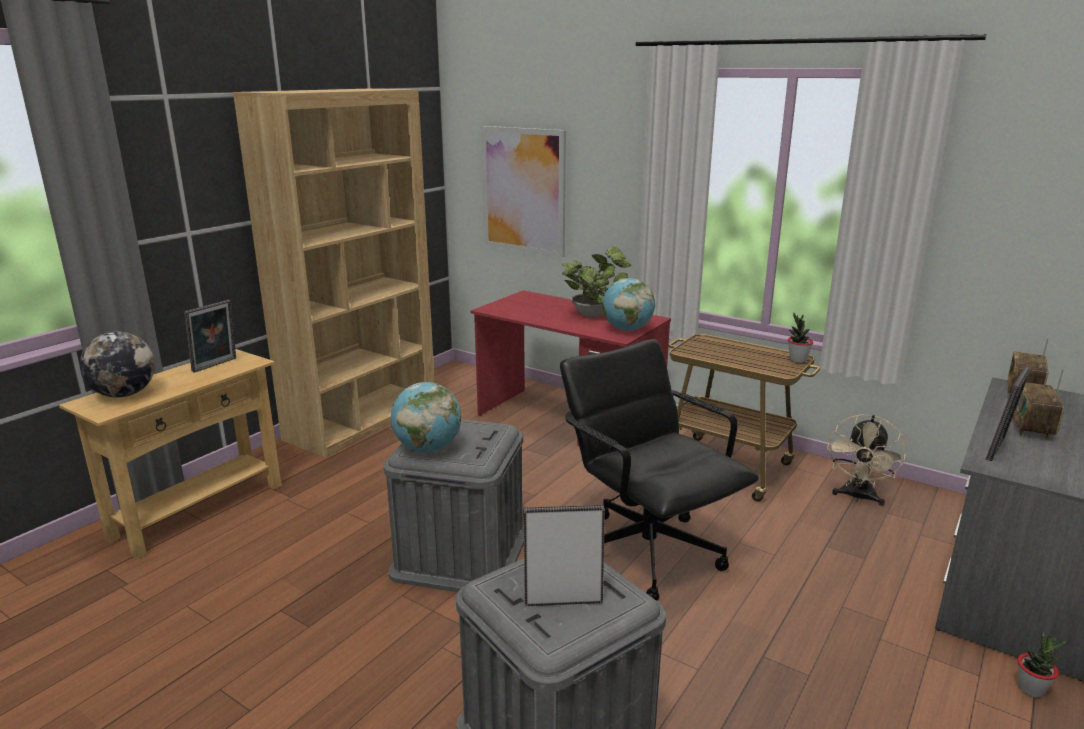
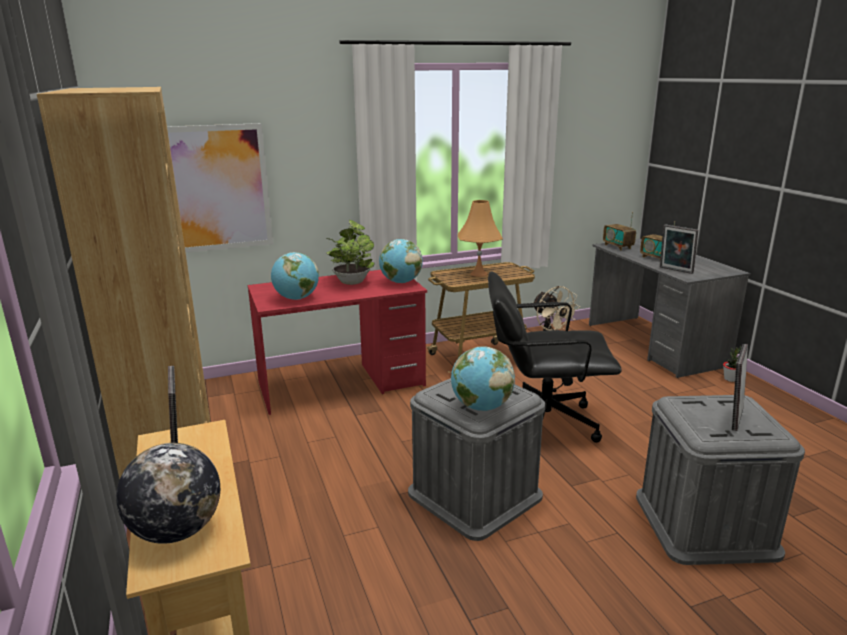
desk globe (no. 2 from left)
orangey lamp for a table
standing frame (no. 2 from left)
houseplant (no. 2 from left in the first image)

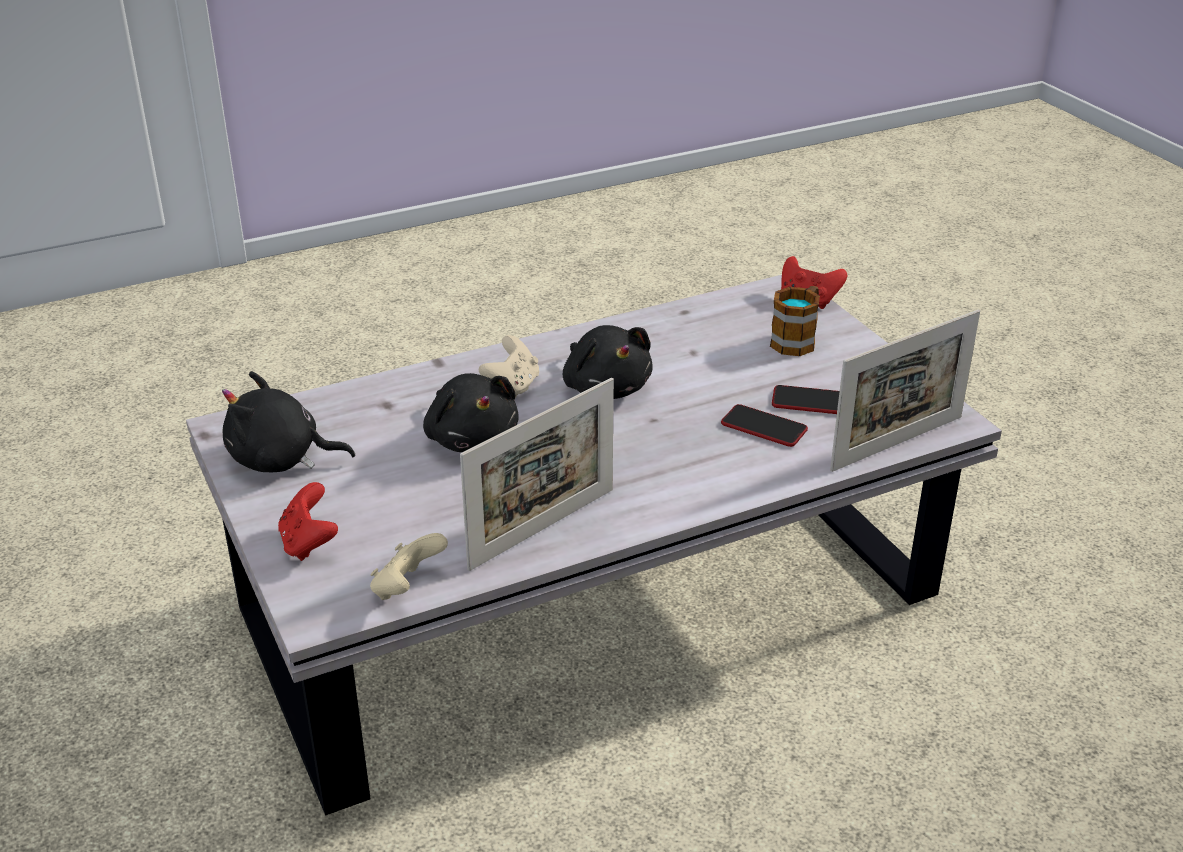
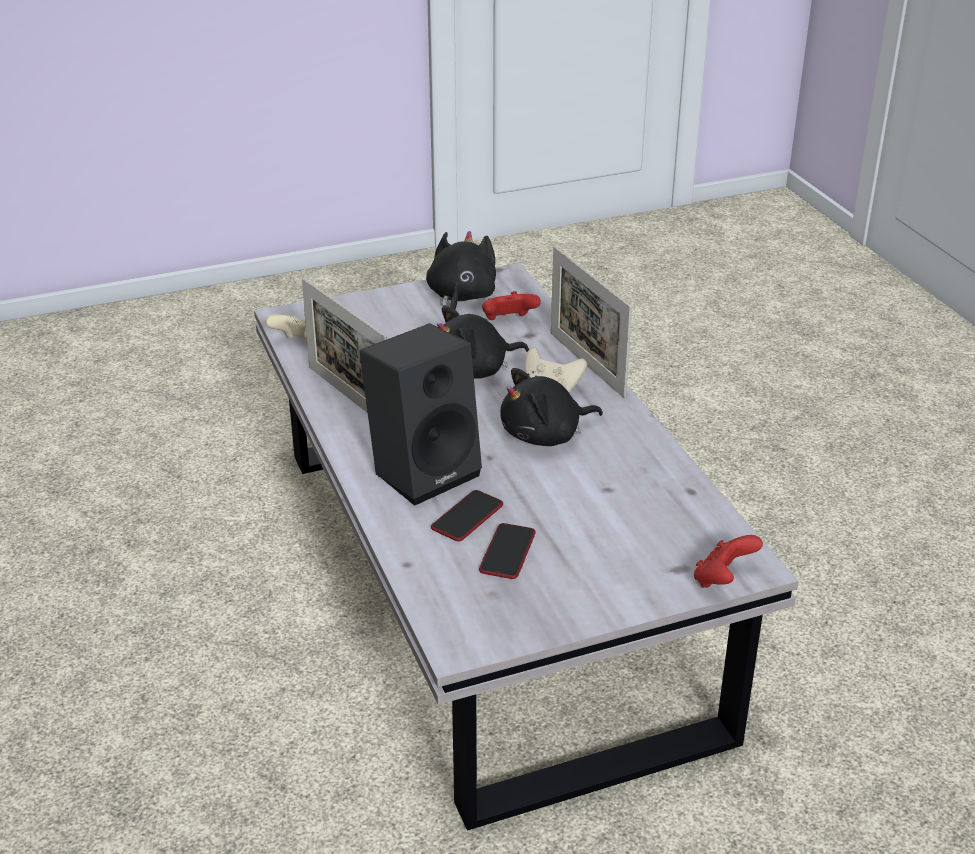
black audio speaker
red-coloured game controller (no. 1 from left)
standing frame (no. 2 from left)
mug

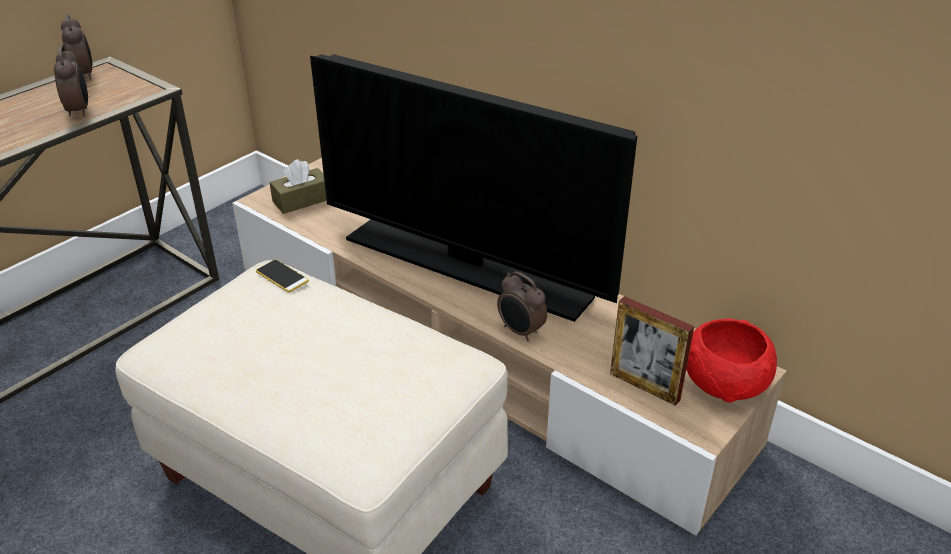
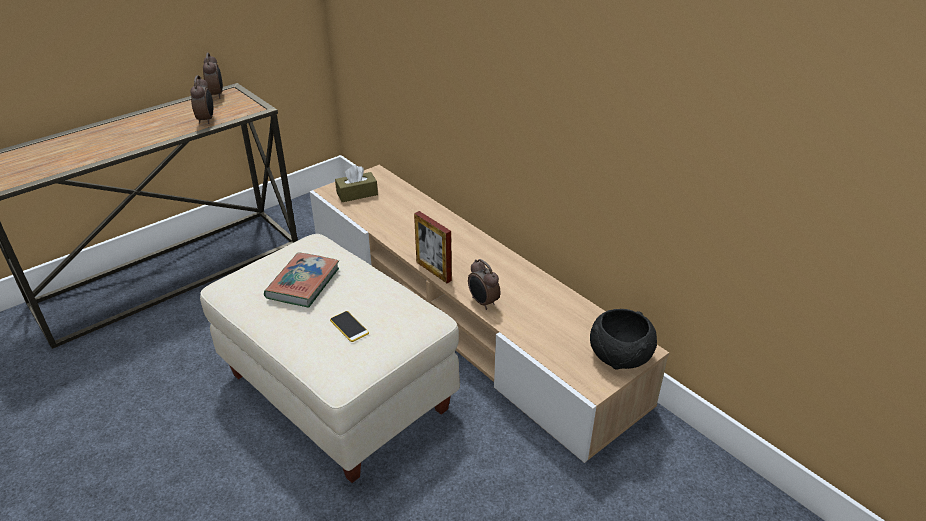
book
telephone
standing frame
black bowl
TV

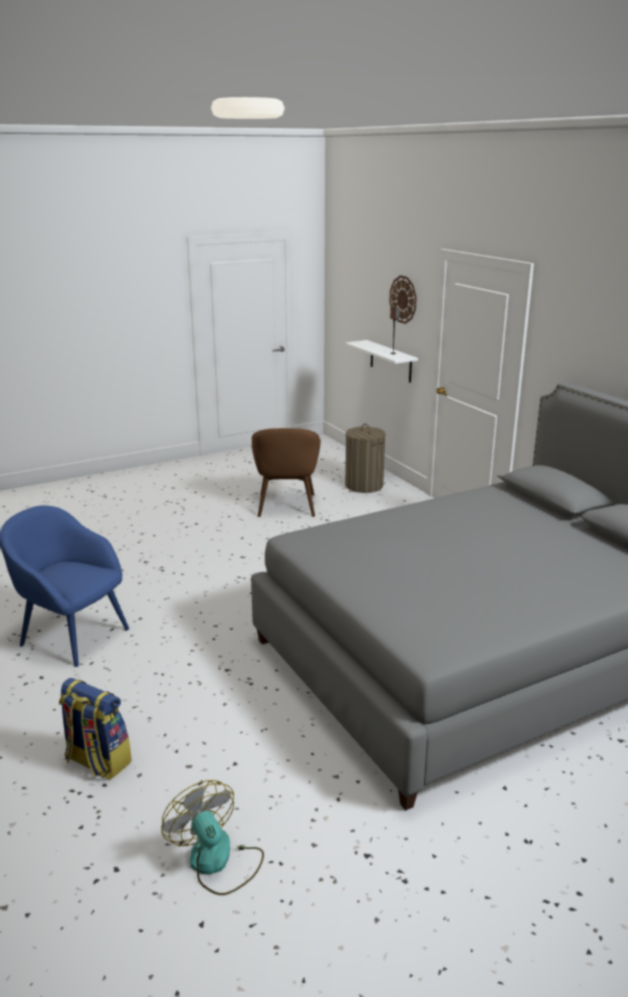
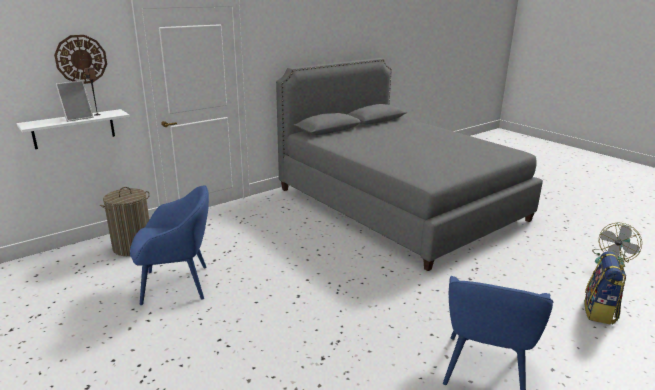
standing frame
bluish armchair (no. 1 from left)

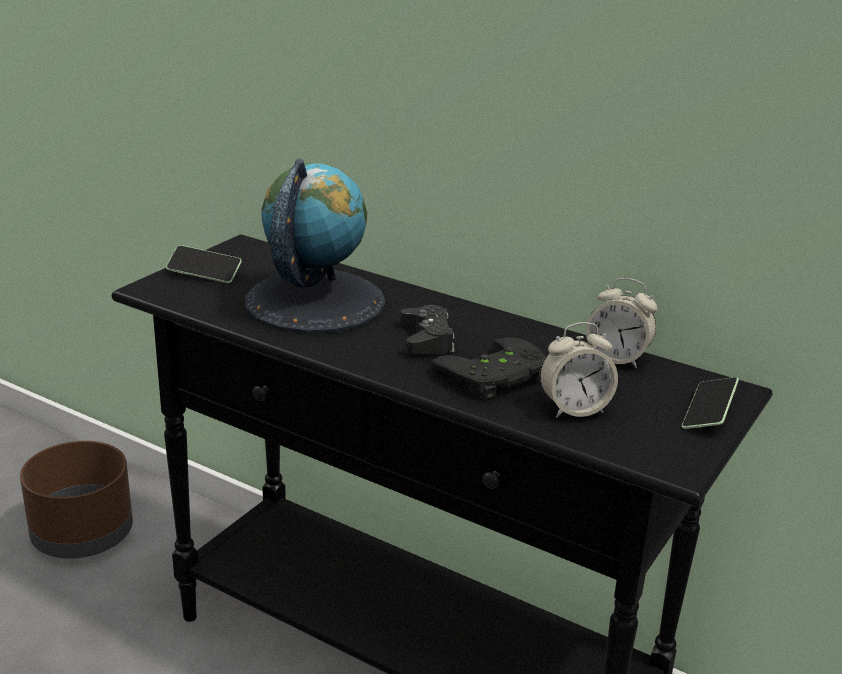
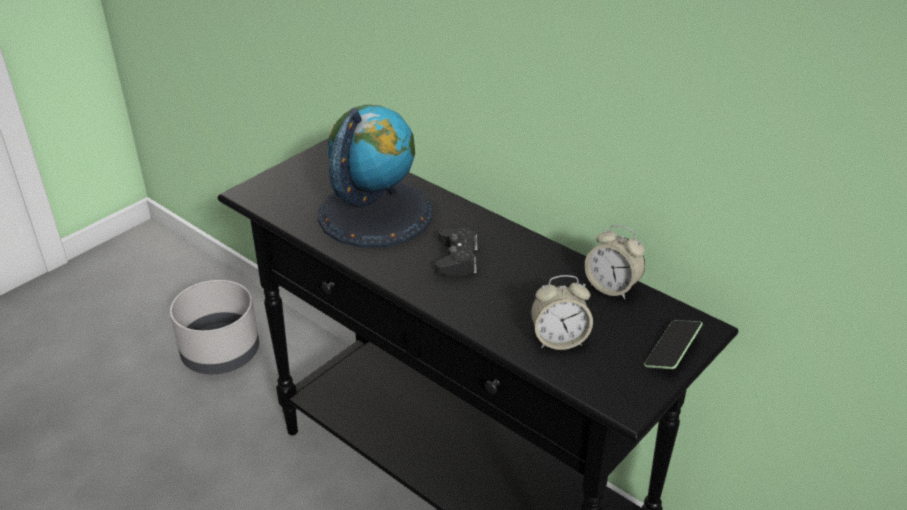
gray plant pot
telephone (no. 1 from left in the first image)
black game controller (no. 2 from left in the first image)

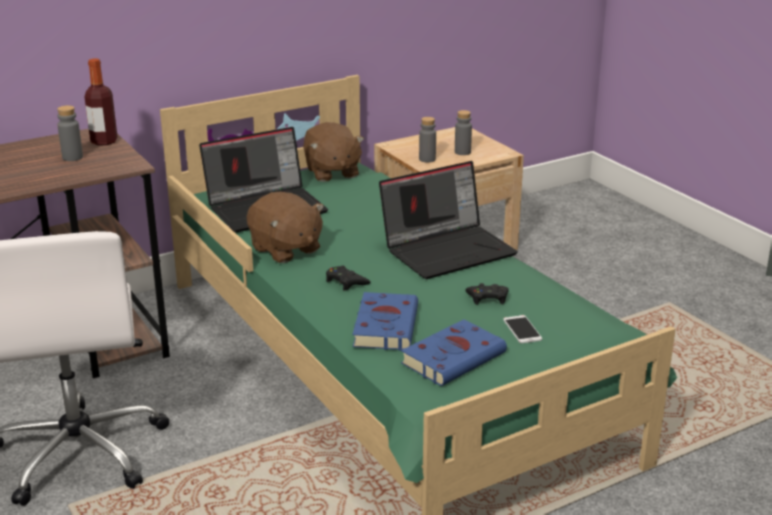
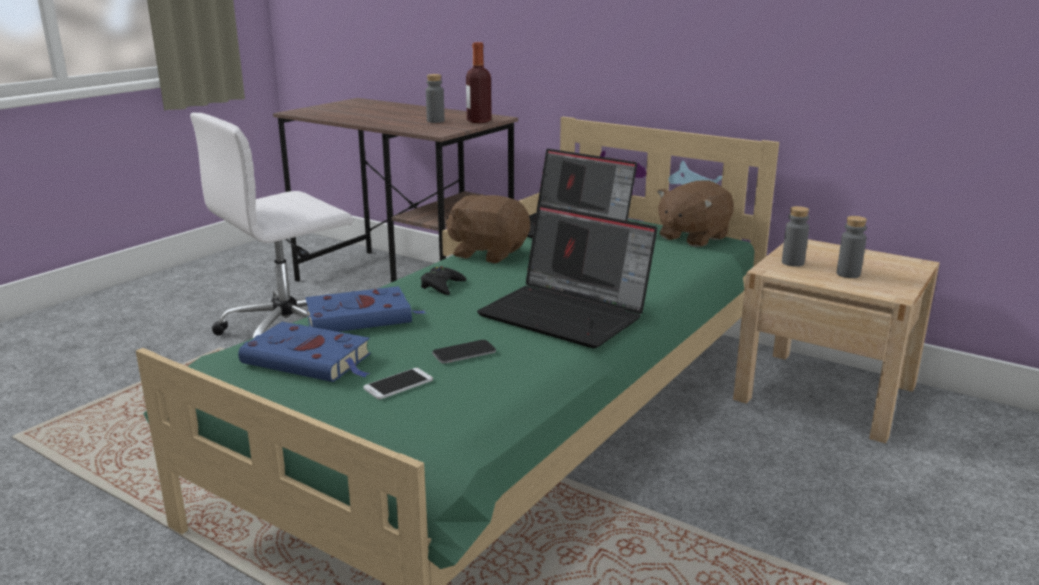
telephone (no. 2 from left)
brown plush toy (no. 1 from left)

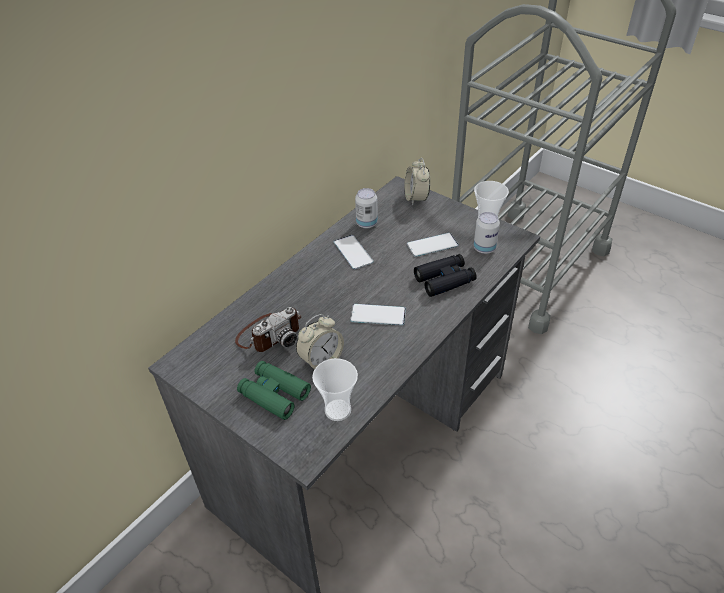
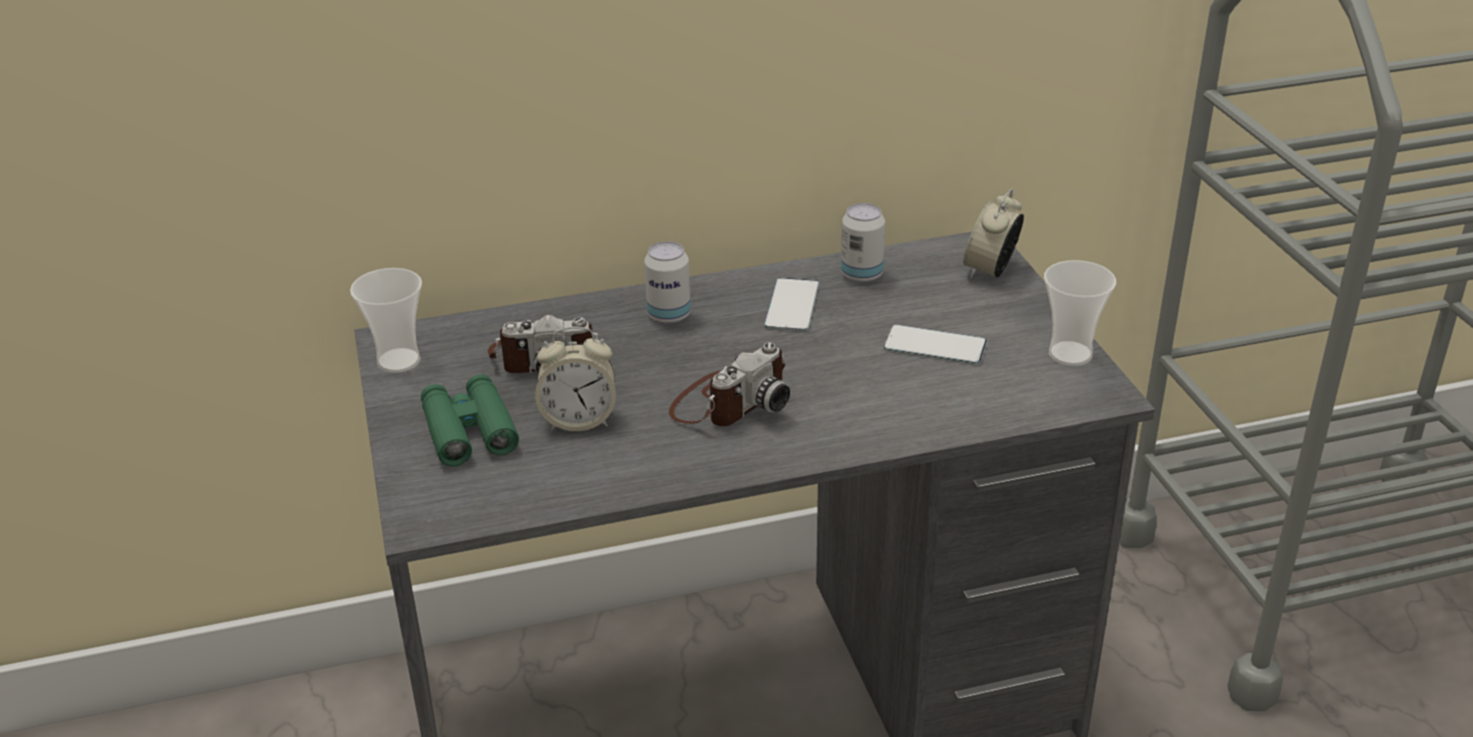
cup (no. 1 from left)
metal can (no. 1 from left)
still camera (no. 2 from left)
black binoculars

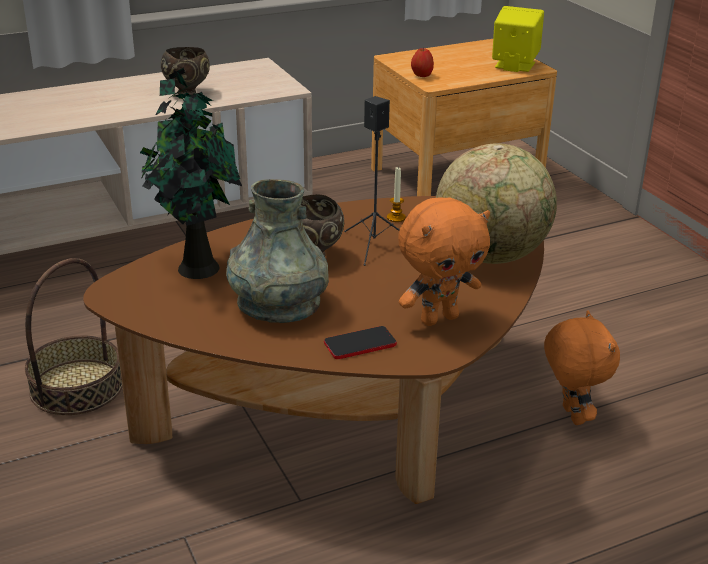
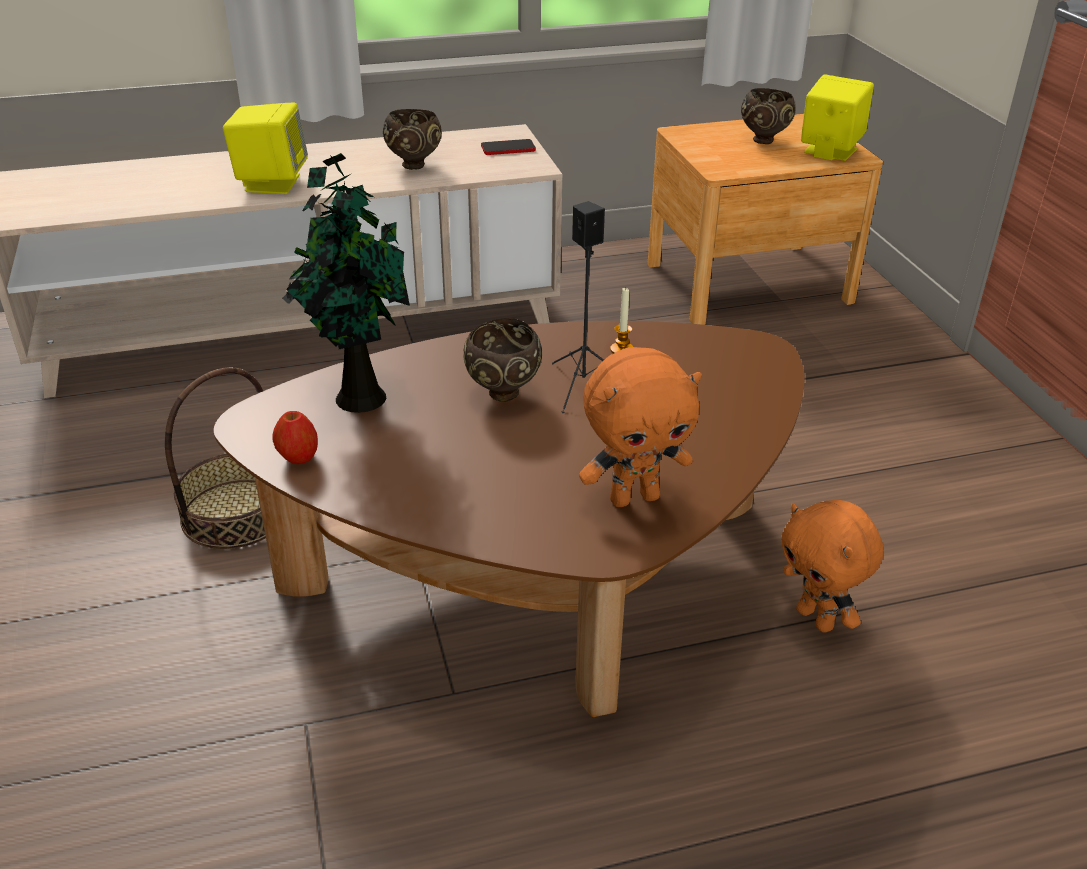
yellowish audio speaker (no. 1 from left)
apple
telephone
brown bowl (no. 3 from left)
orangey plush toy (no. 2 from left)
gray vase
desk globe

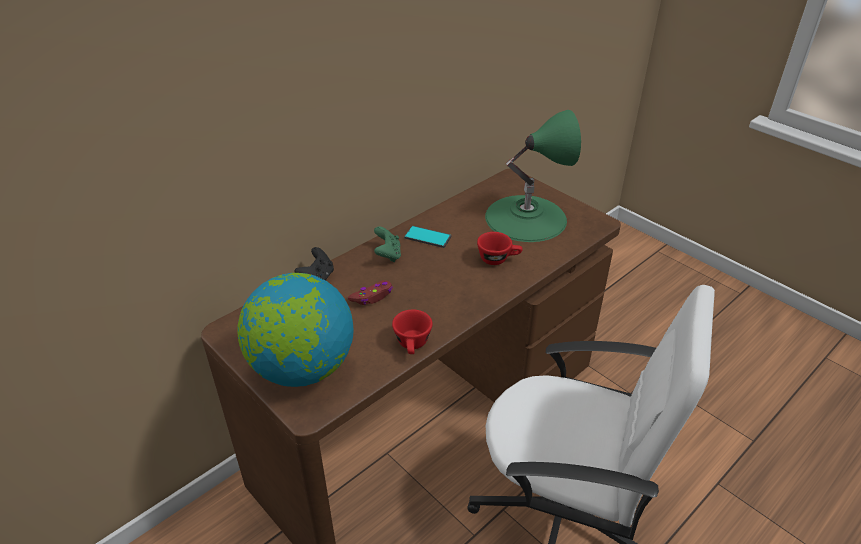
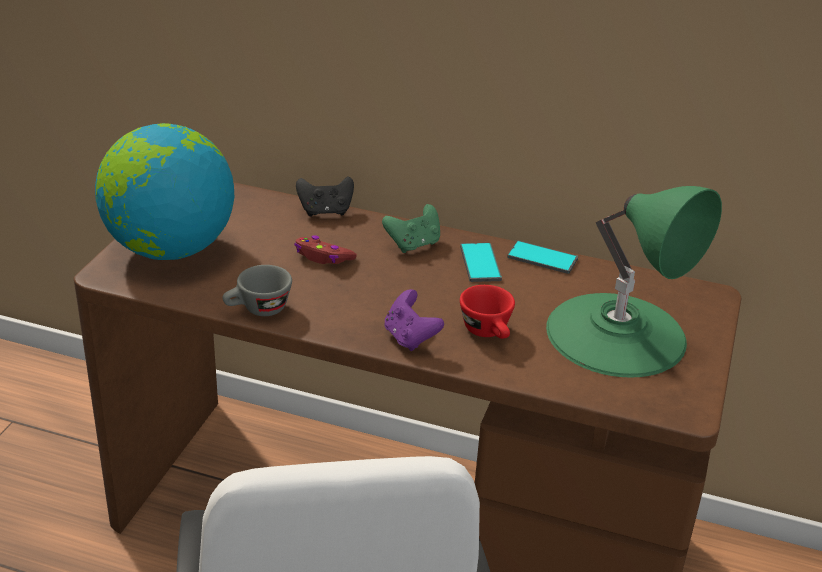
gray cup
purple game controller
telephone (no. 2 from left)

